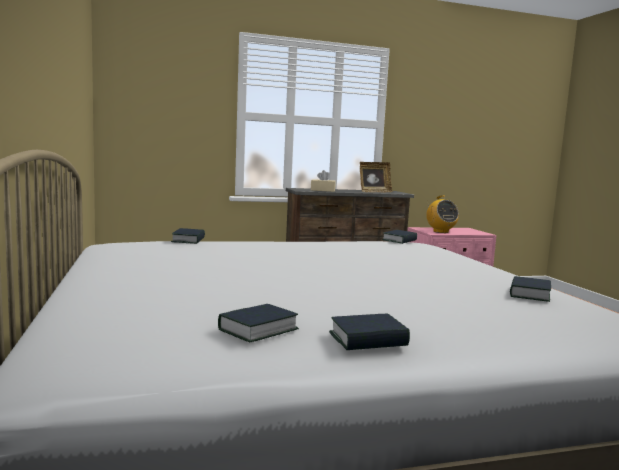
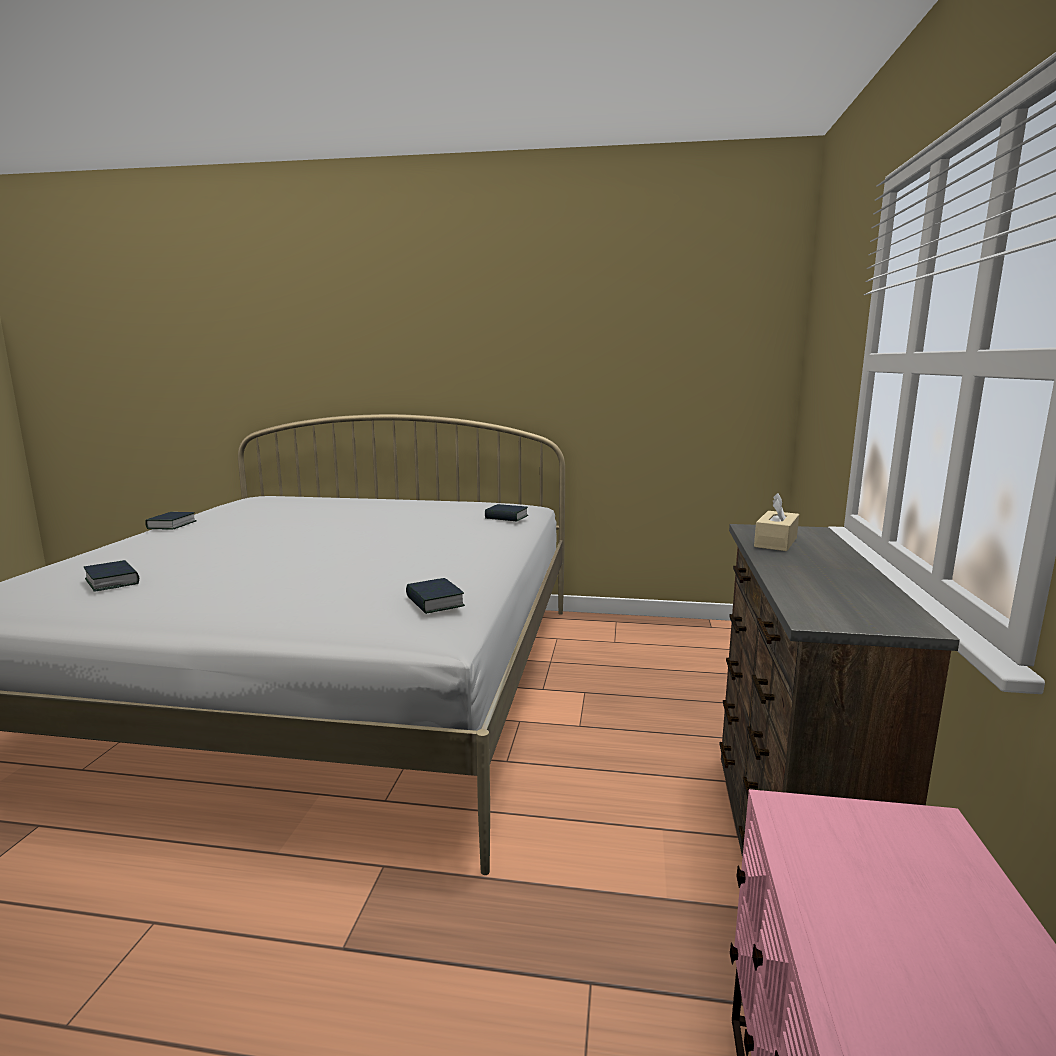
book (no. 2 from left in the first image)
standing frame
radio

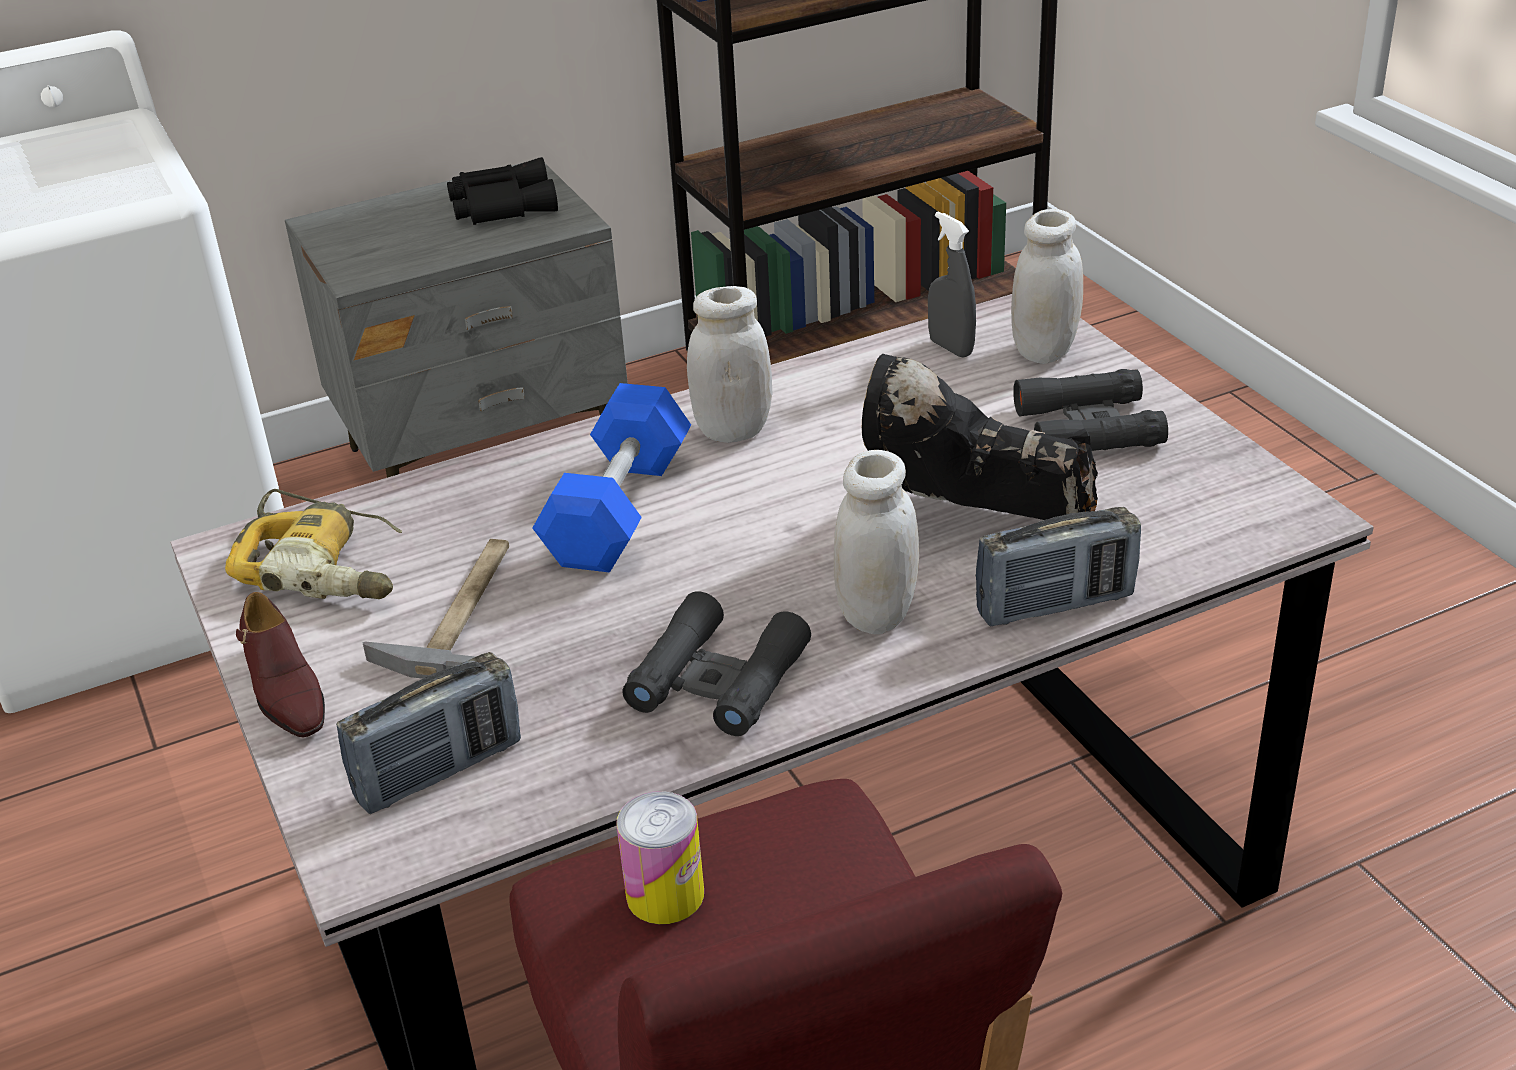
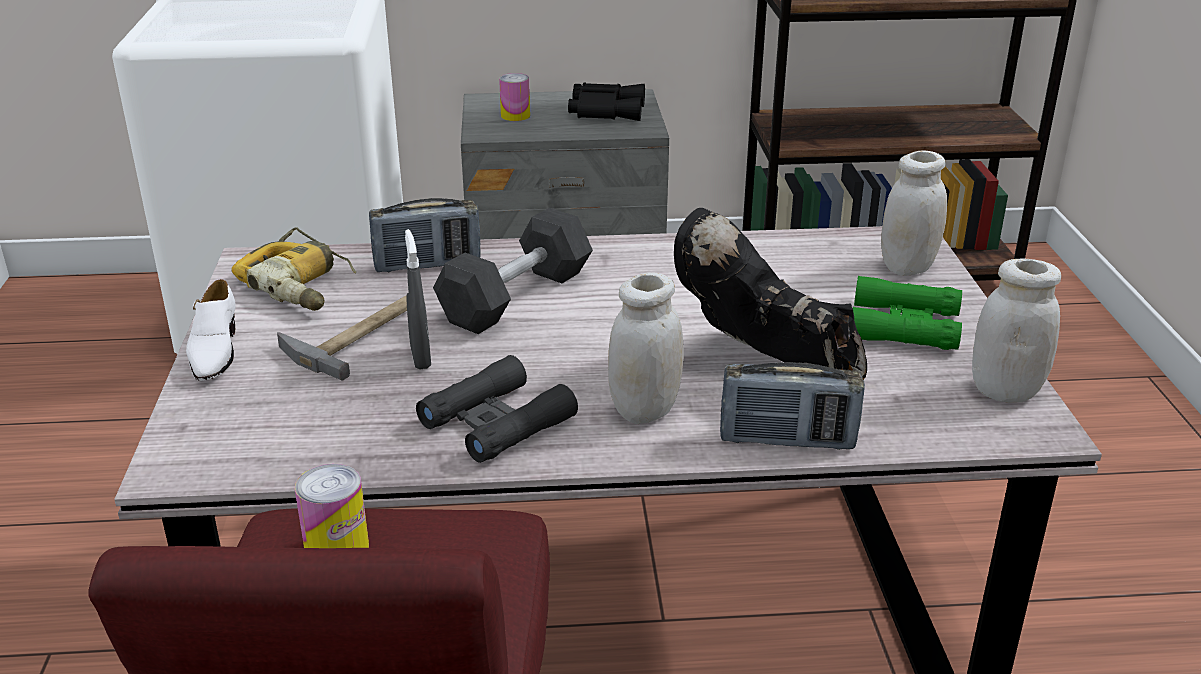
white-coloured shoe
radio (no. 1 from left)
gray sprayer
gray hand weight
metal can (no. 2 from left)
green-coloured binoculars
white-coloured preserve jar (no. 3 from left)

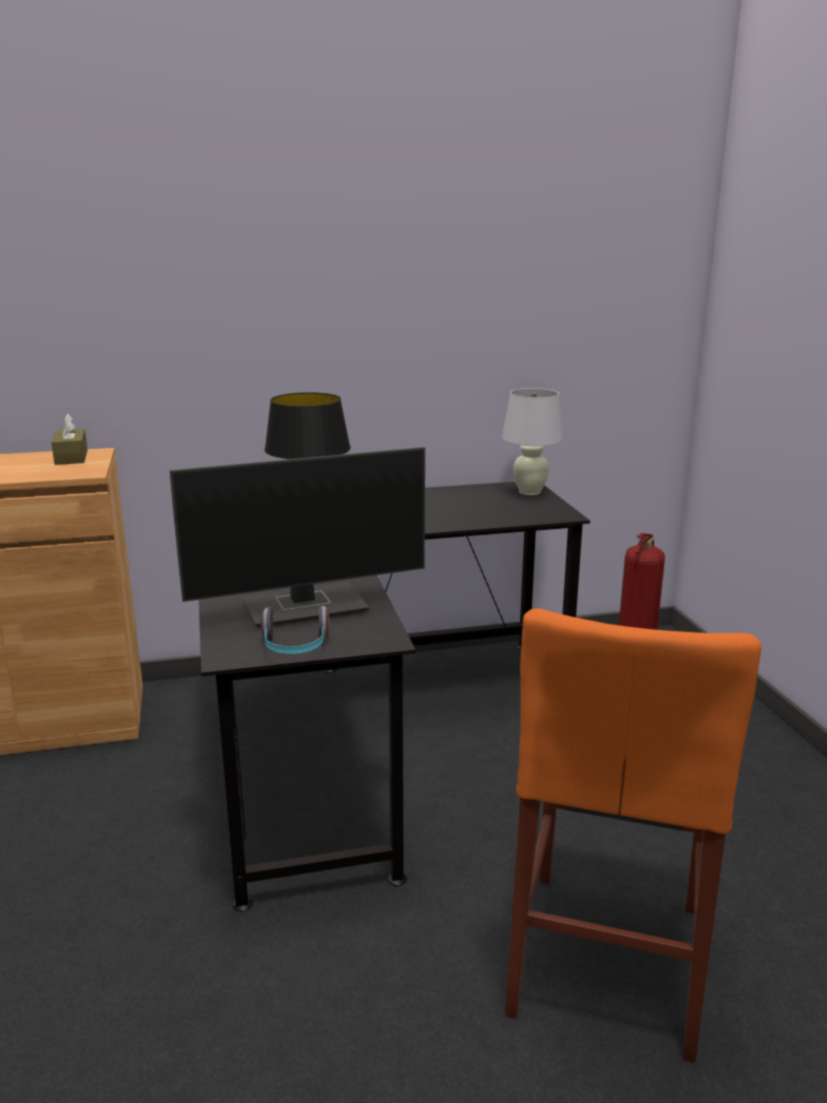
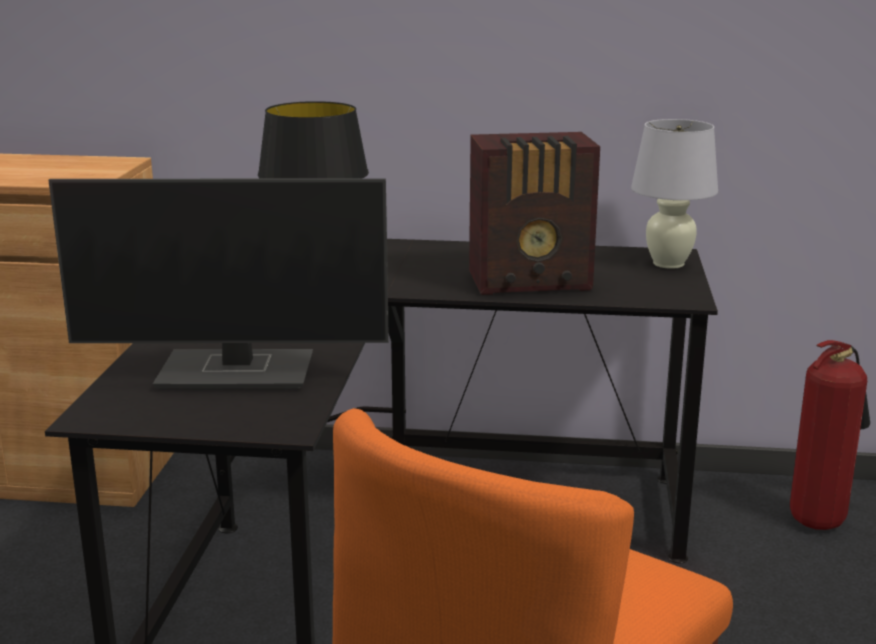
radio
brown box of tissues
pair of headphones

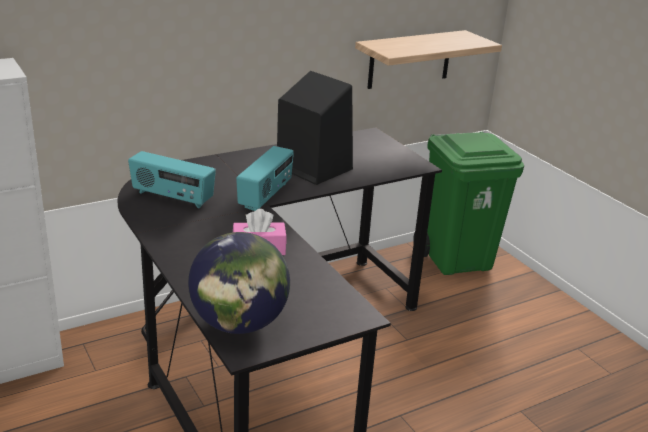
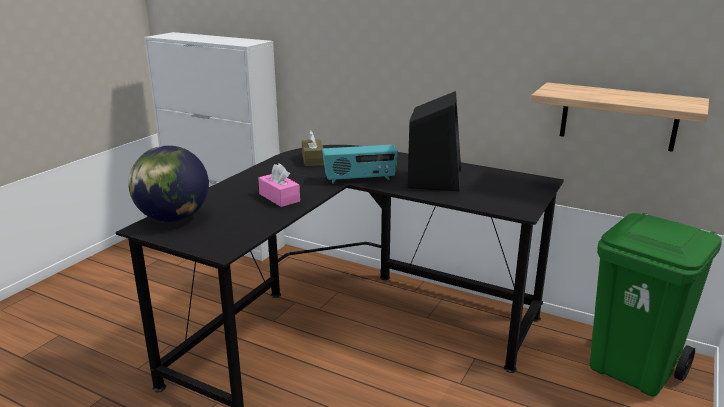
brown box of tissues

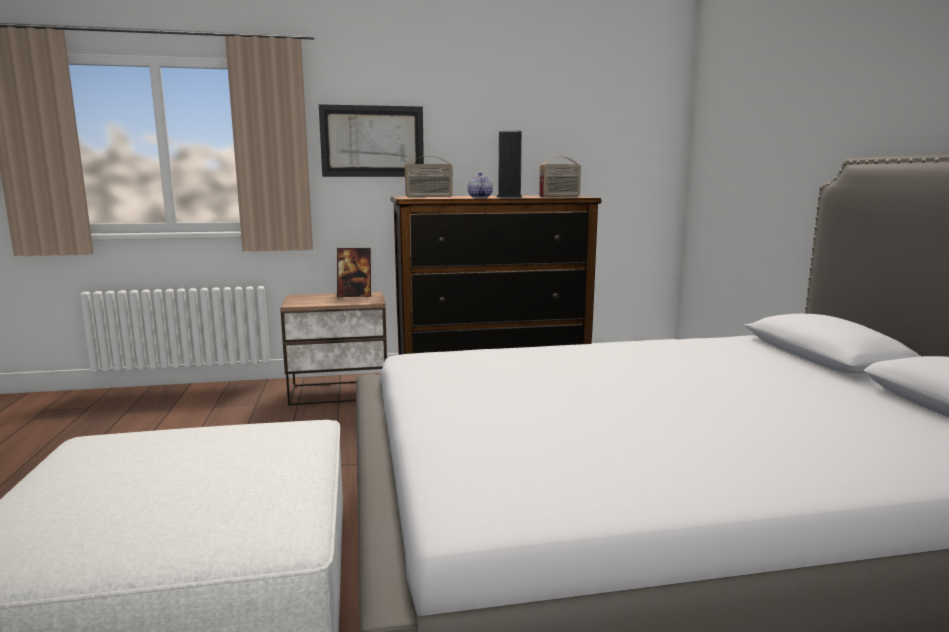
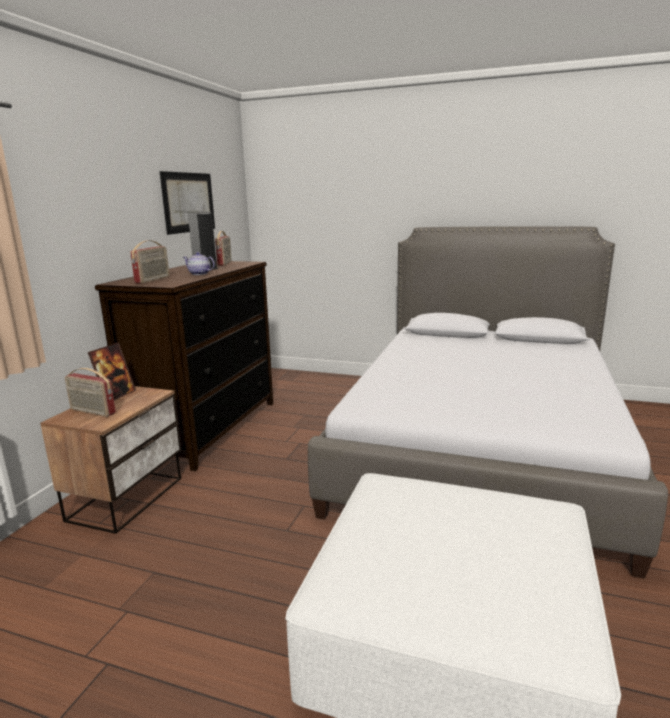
radio (no. 1 from left)
picture

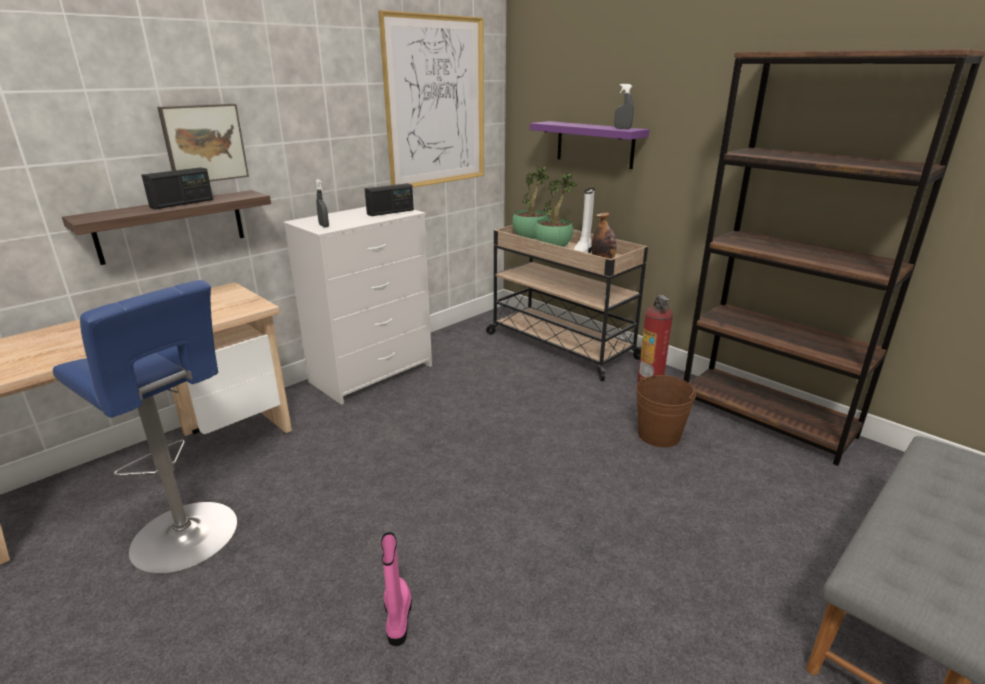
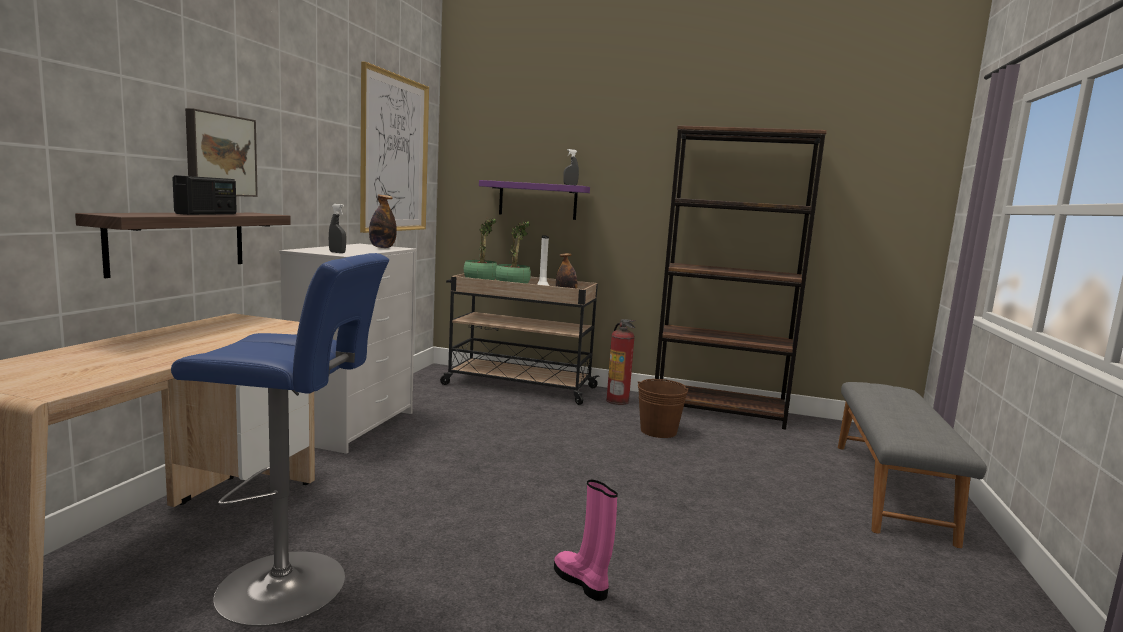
drink bottle (no. 1 from left)

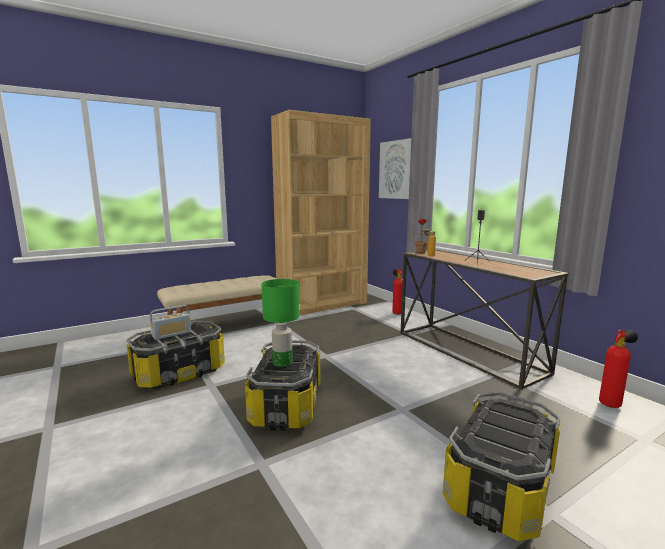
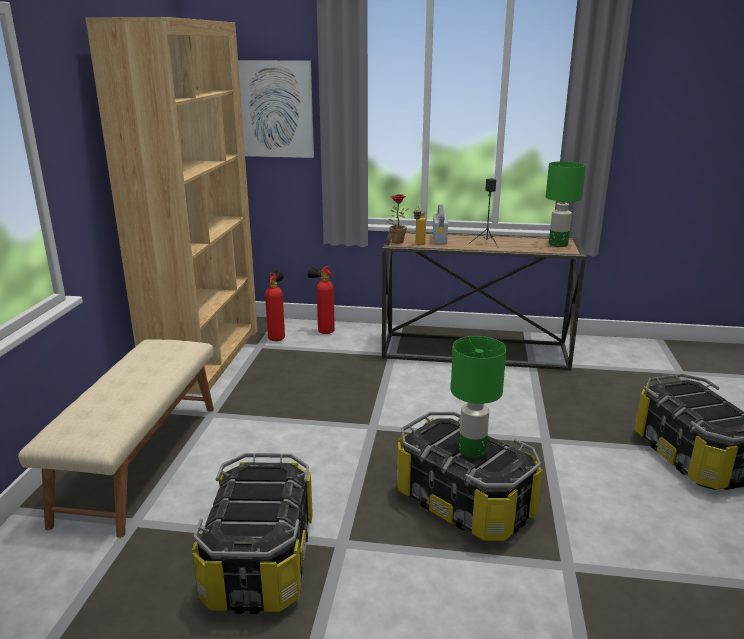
fire extinguisher (no. 1 from left)
radio
green-coloured lamp for a table (no. 2 from left)

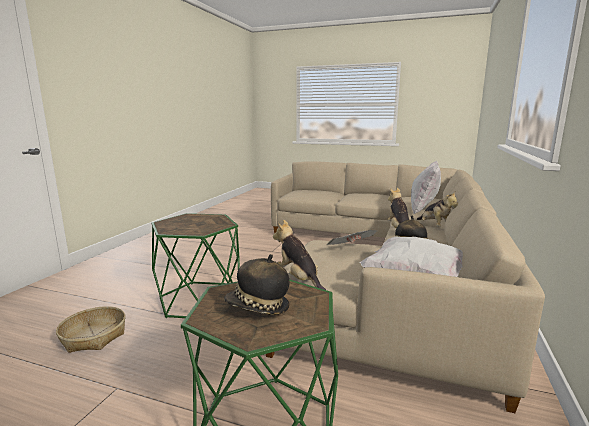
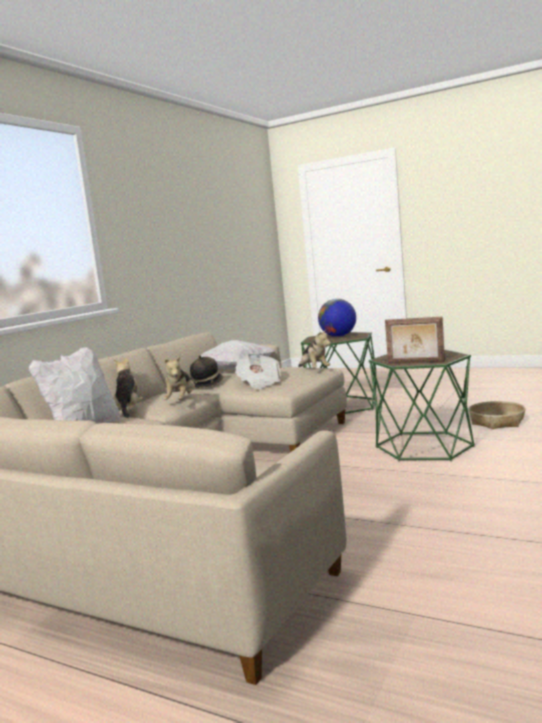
desk globe
standing frame

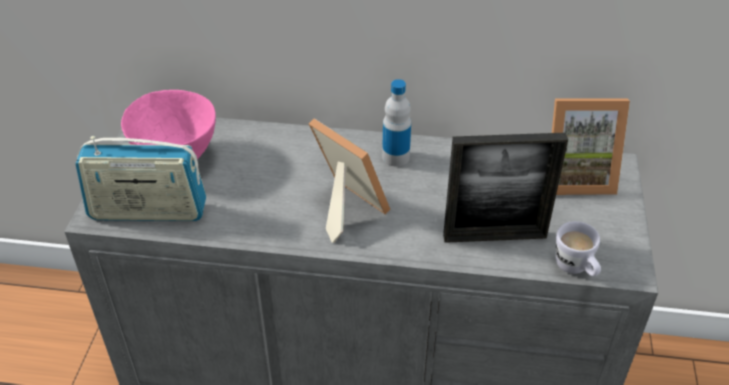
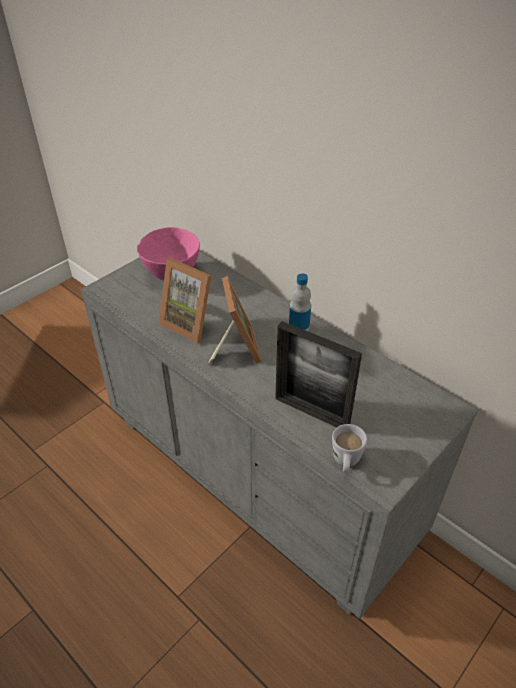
standing frame (no. 1 from left)
radio

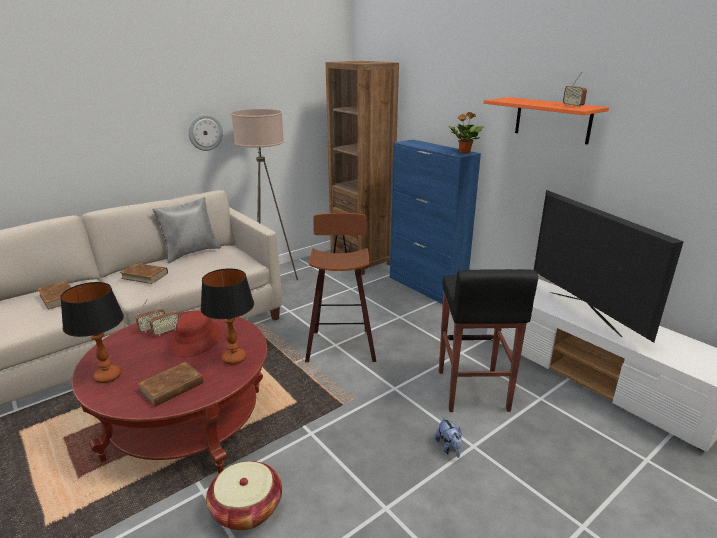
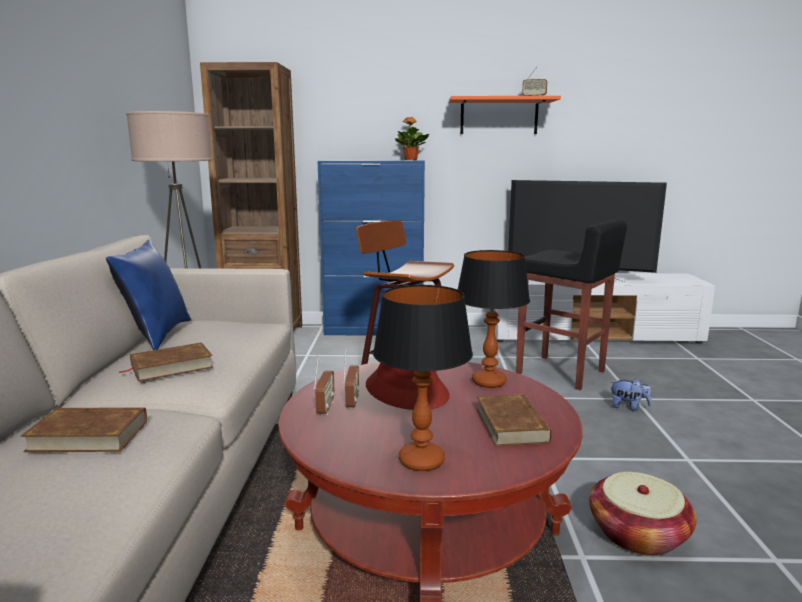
bluish pillow
wall clock

